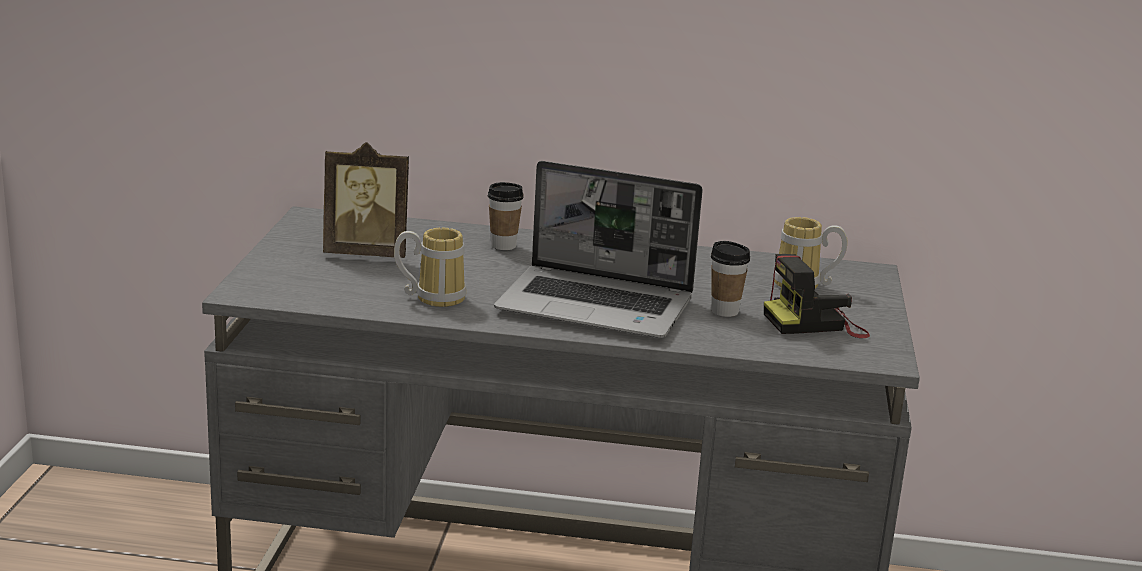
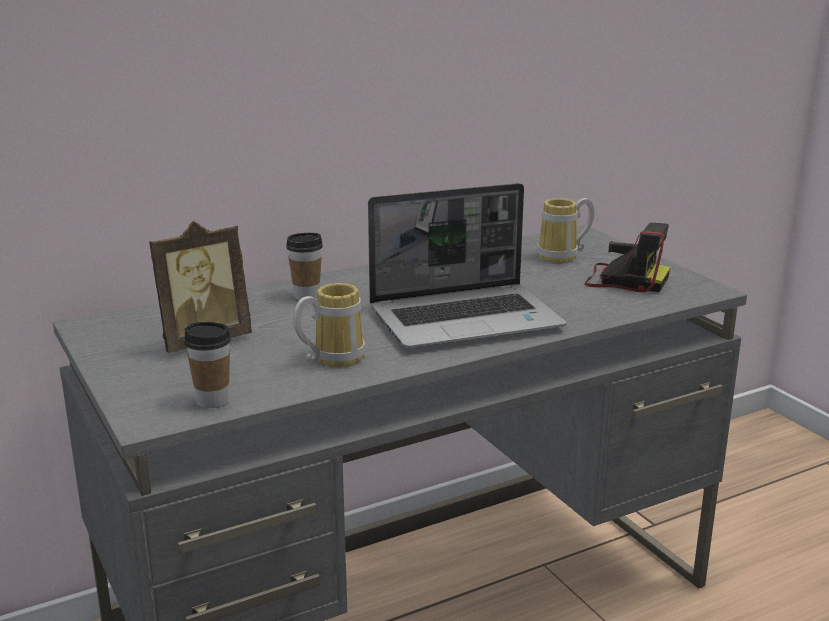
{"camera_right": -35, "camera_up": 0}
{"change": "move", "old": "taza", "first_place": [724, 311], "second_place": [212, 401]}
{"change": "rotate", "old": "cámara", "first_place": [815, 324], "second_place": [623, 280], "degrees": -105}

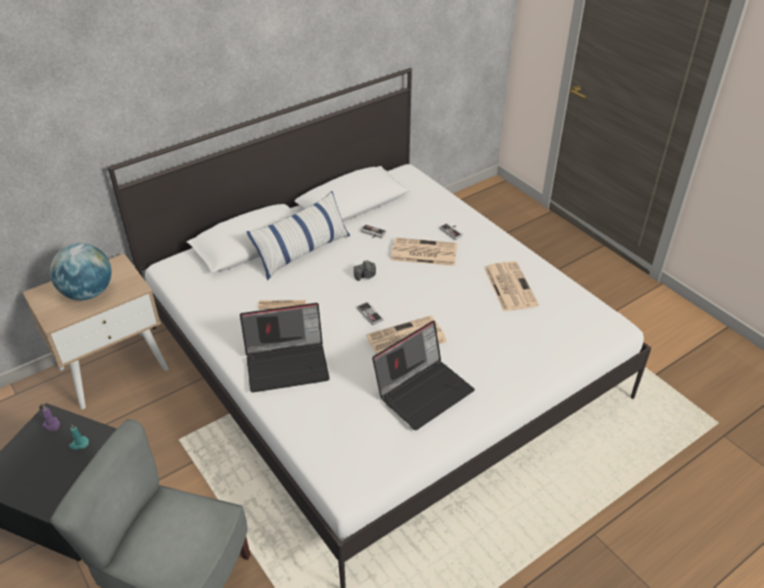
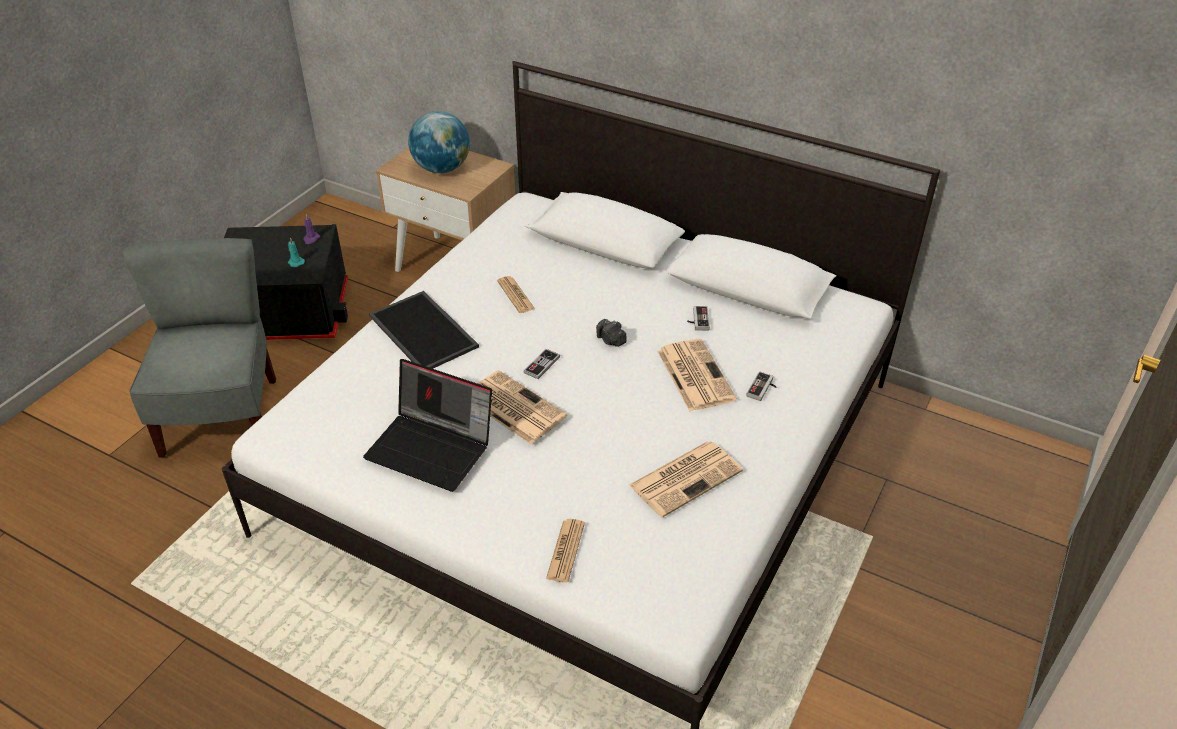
{"camera_right": 65, "camera_up": 0}
{"change": "delete", "old": "cojín", "first_place": [302, 252]}
{"change": "replace", "old": "portátil", "new": "bandeja", "first_place": [288, 363], "second_place": [425, 331]}
{"change": "insert", "new": "periódico", "second_place": [565, 551]}

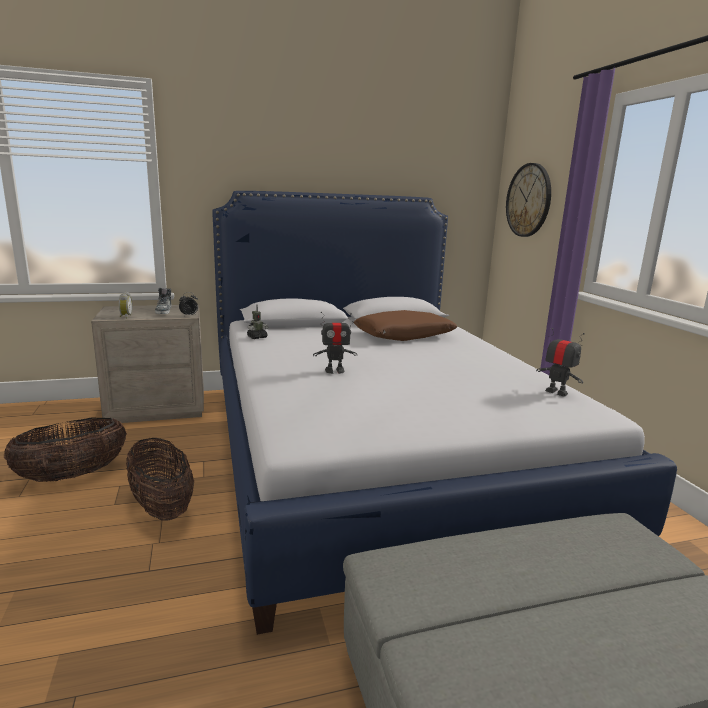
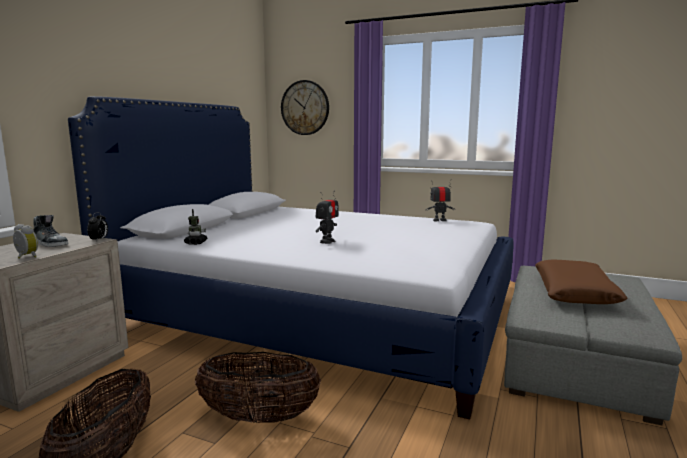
{"camera_right": -50, "camera_up": -5}
{"change": "move", "old": "cojín [marrón]", "first_place": [404, 335], "second_place": [575, 292]}

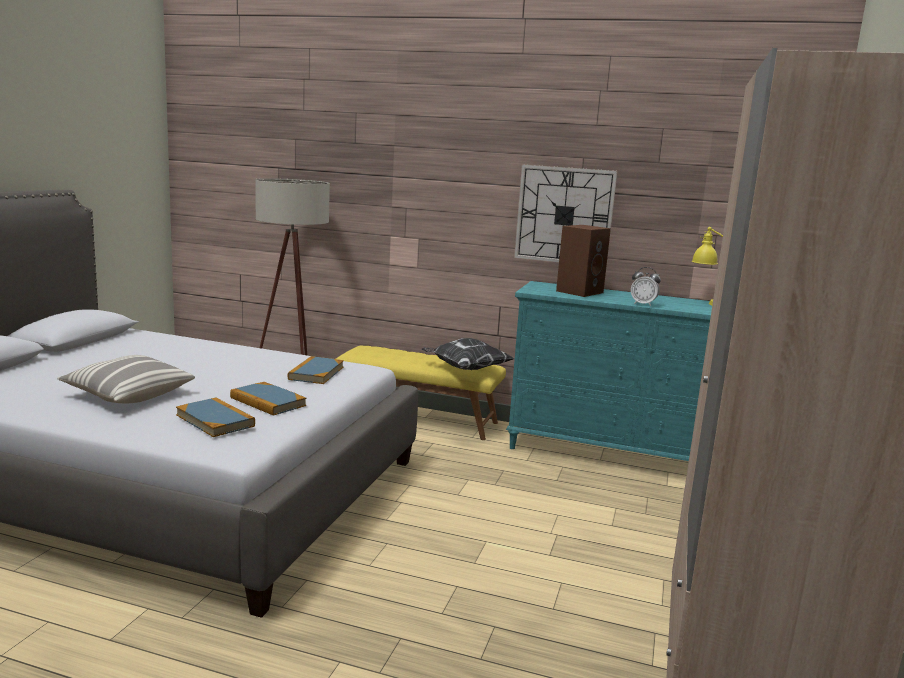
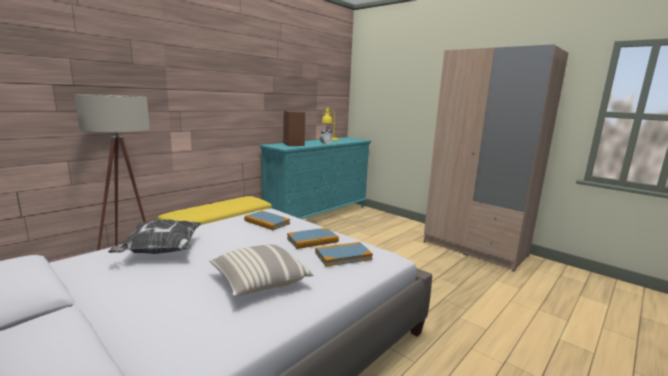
{"camera_right": -65, "camera_up": 0}
{"change": "delete", "old": "reloj de pared", "first_place": [564, 215]}
{"change": "move", "old": "cojín", "first_place": [465, 369], "second_place": [161, 251]}

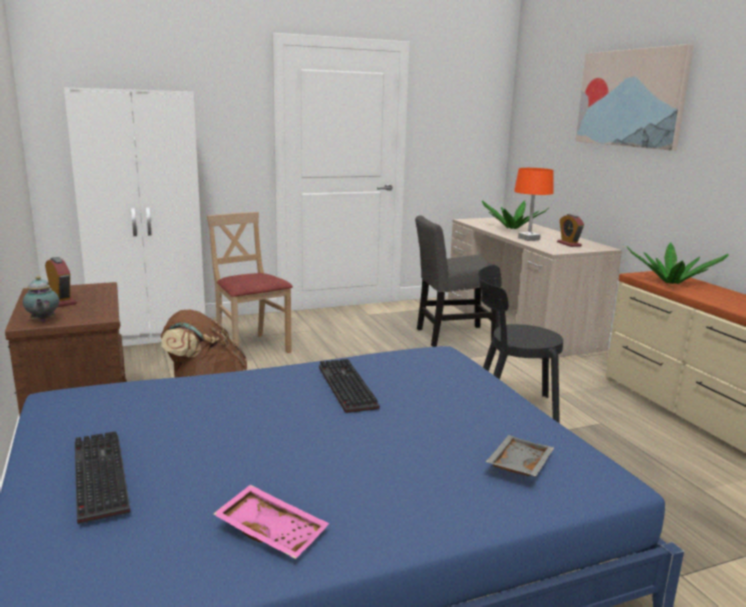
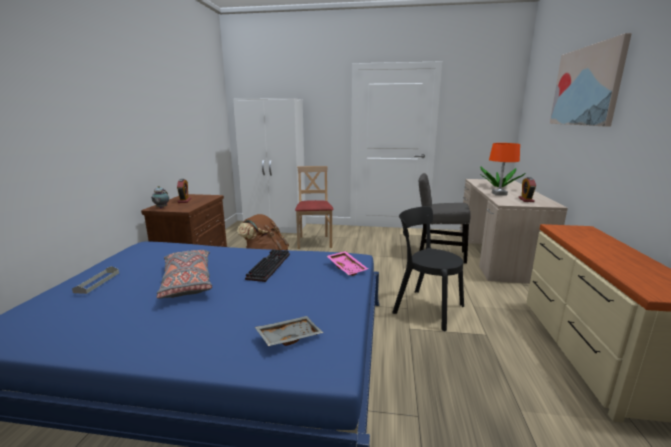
{"camera_right": 30, "camera_up": 0}
{"change": "delete", "old": "planta en maceta", "first_place": [671, 283]}
{"change": "replace", "old": "teclado", "new": "bandeja [gris]", "first_place": [97, 476], "second_place": [97, 282]}
{"change": "move", "old": "bandeja [rosa]", "first_place": [273, 531], "second_place": [347, 268]}
{"change": "insert", "new": "cojín [gris]", "second_place": [187, 282]}

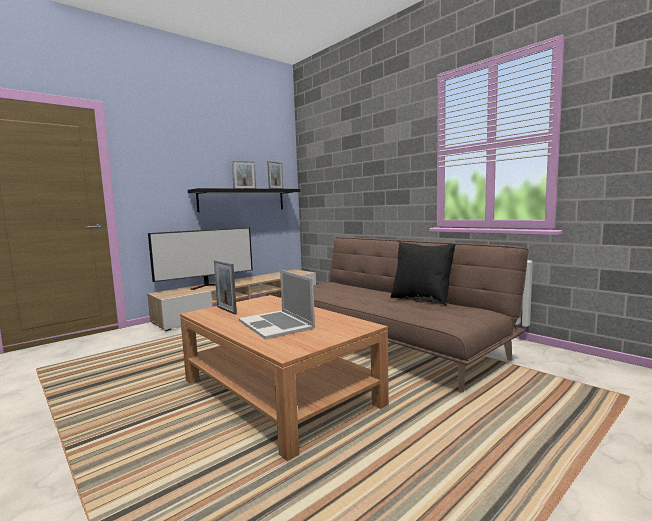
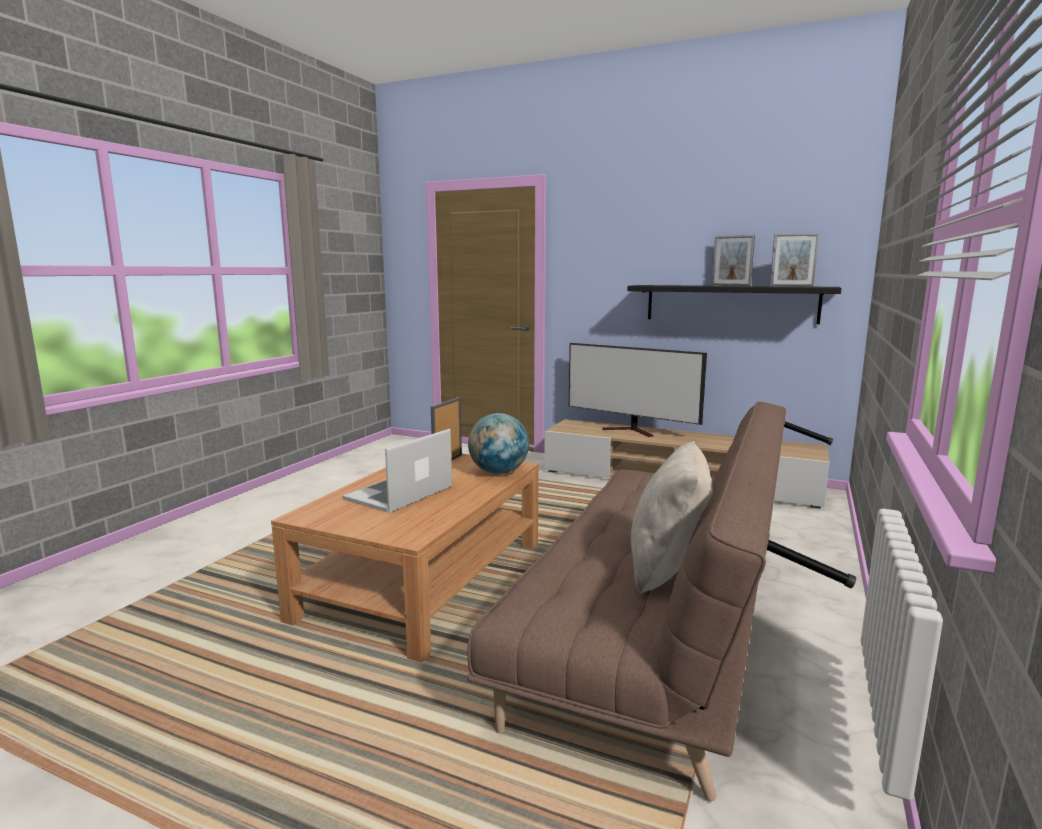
{"camera_right": 65, "camera_up": 5}
{"change": "recolor", "old": "cojín [negro]", "new": "cojín [beis]", "first_place": [422, 299], "second_place": [668, 568]}
{"change": "insert", "new": "globo terráqueo", "second_place": [498, 472]}

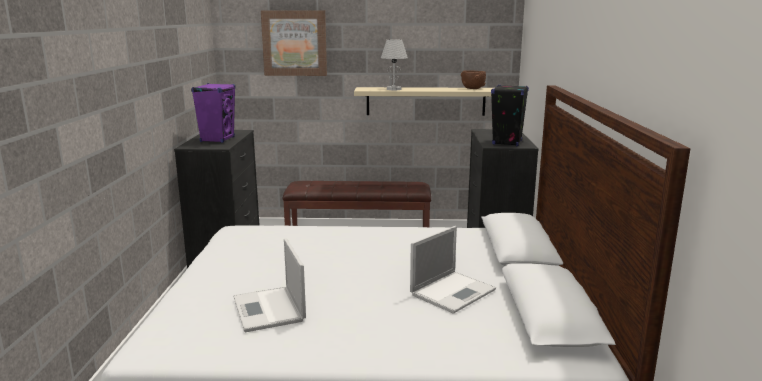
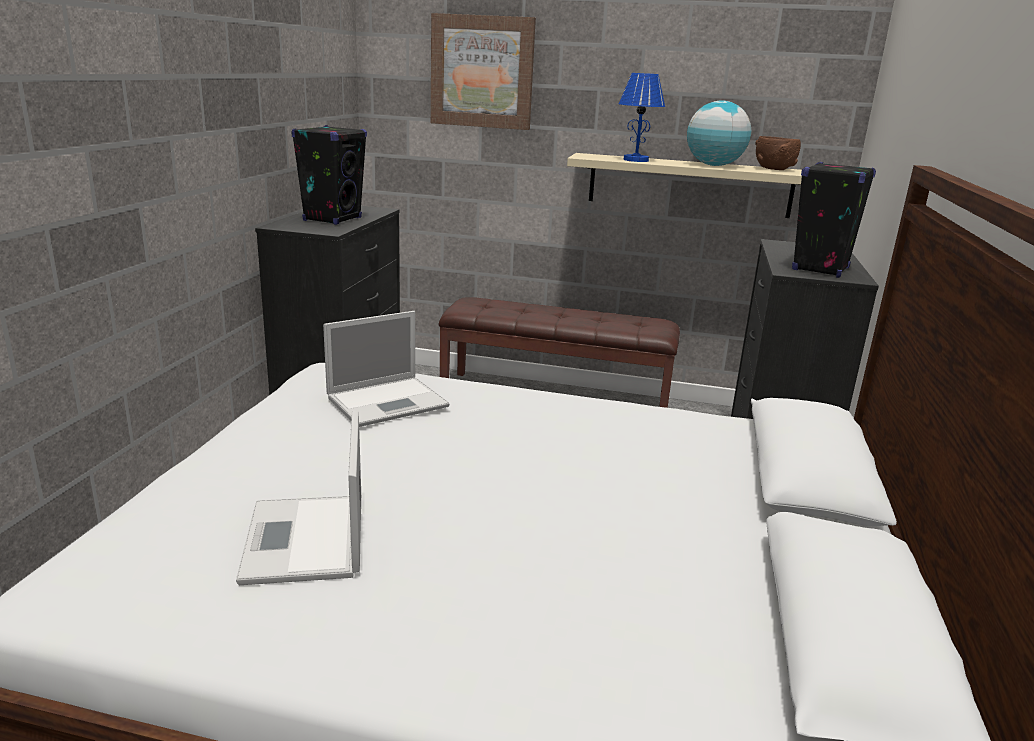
{"camera_right": 10, "camera_up": 5}
{"change": "recolor", "old": "lámpara de mesa [blanco]", "new": "lámpara de mesa [azul]", "first_place": [394, 89], "second_place": [636, 160]}
{"change": "recolor", "old": "altavoz [morado]", "new": "altavoz [negro]", "first_place": [217, 139], "second_place": [332, 219]}
{"change": "move", "old": "portátil", "first_place": [453, 291], "second_place": [389, 401]}
{"change": "insert", "new": "globo terráqueo", "second_place": [714, 165]}

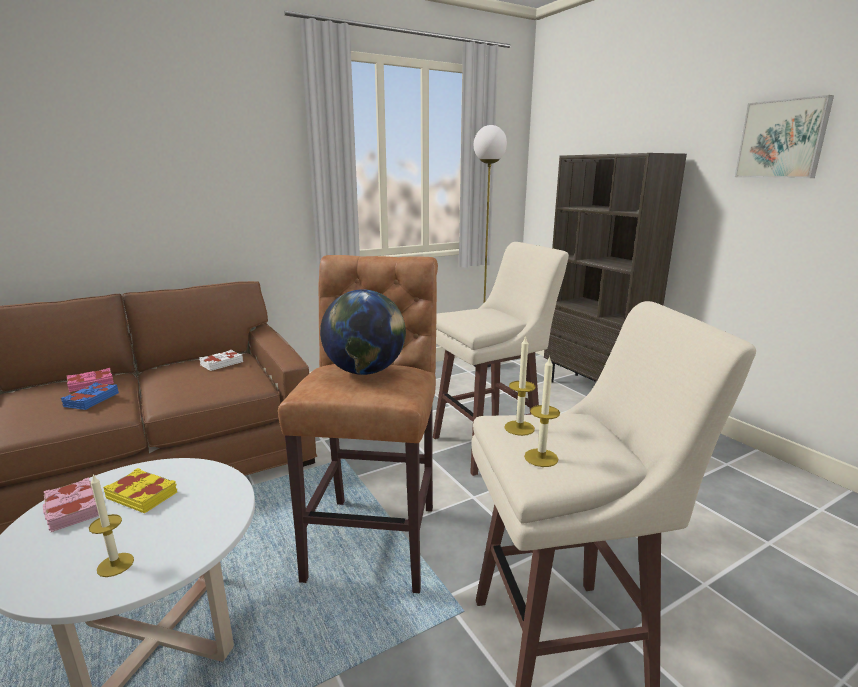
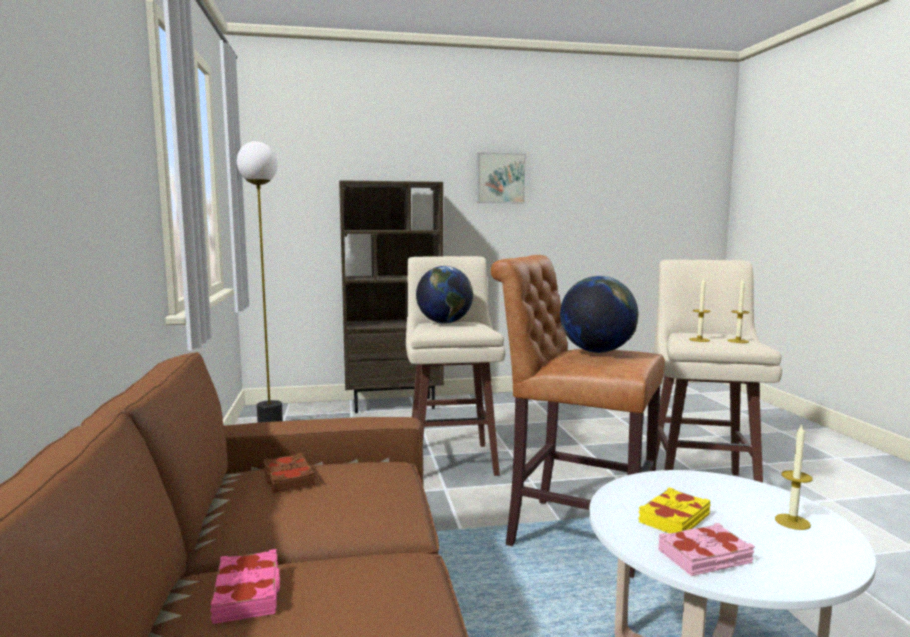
{"camera_right": -70, "camera_up": -10}
{"change": "recolor", "old": "libro [blanco]", "new": "libro [marrón]", "first_place": [221, 363], "second_place": [288, 479]}
{"change": "delete", "old": "libro [azul]", "first_place": [91, 400]}
{"change": "insert", "new": "globo terráqueo", "second_place": [444, 323]}

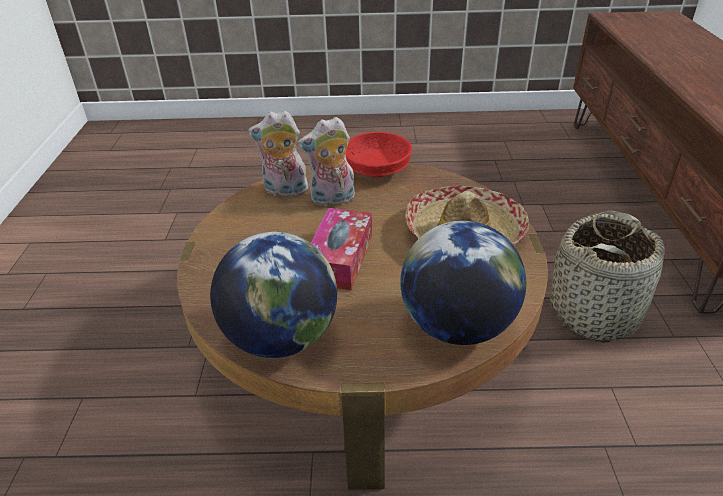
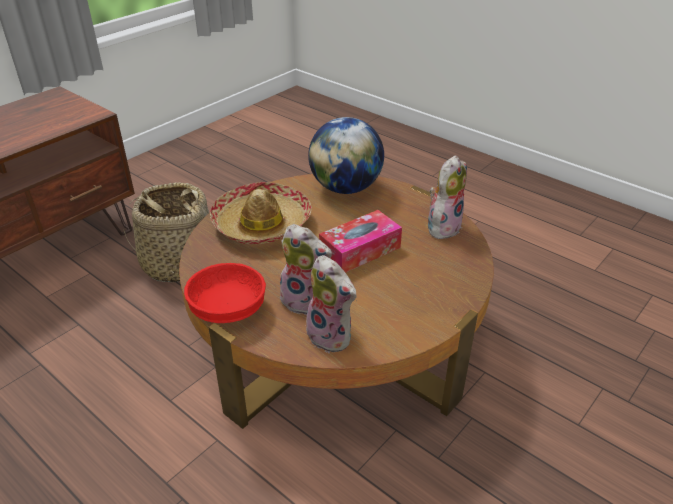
{"camera_right": -140, "camera_up": 0}
{"change": "replace", "old": "globo terráqueo", "new": "peluche", "first_place": [281, 337], "second_place": [443, 226]}

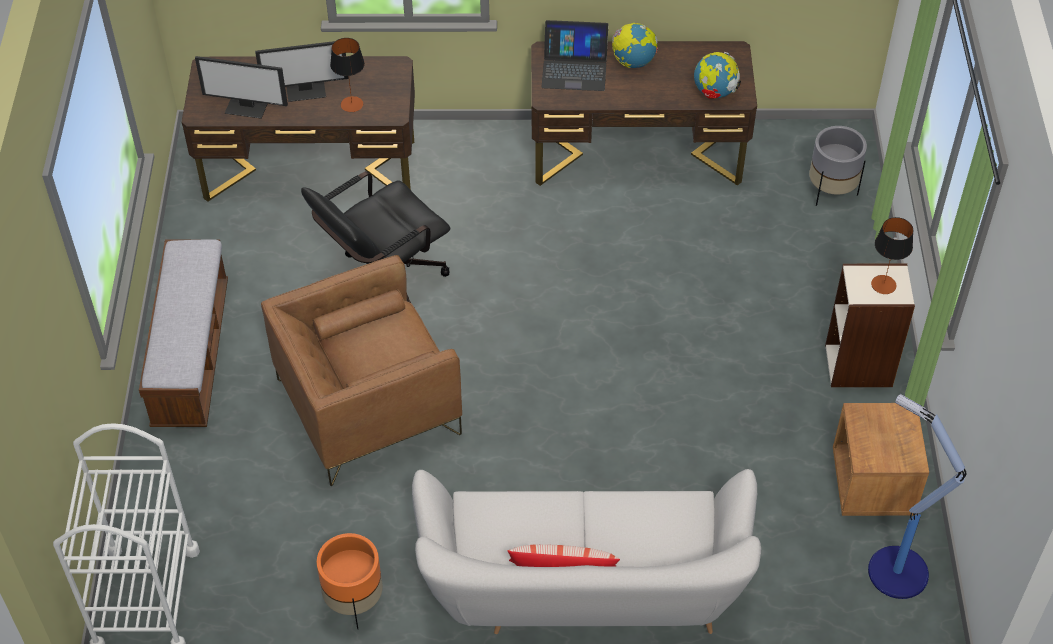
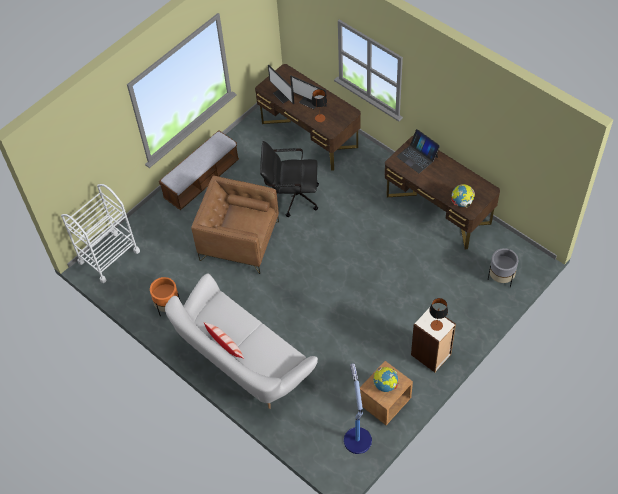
{"camera_right": 45, "camera_up": 5}
{"change": "move", "old": "globo terráqueo", "first_place": [633, 62], "second_place": [385, 385]}

